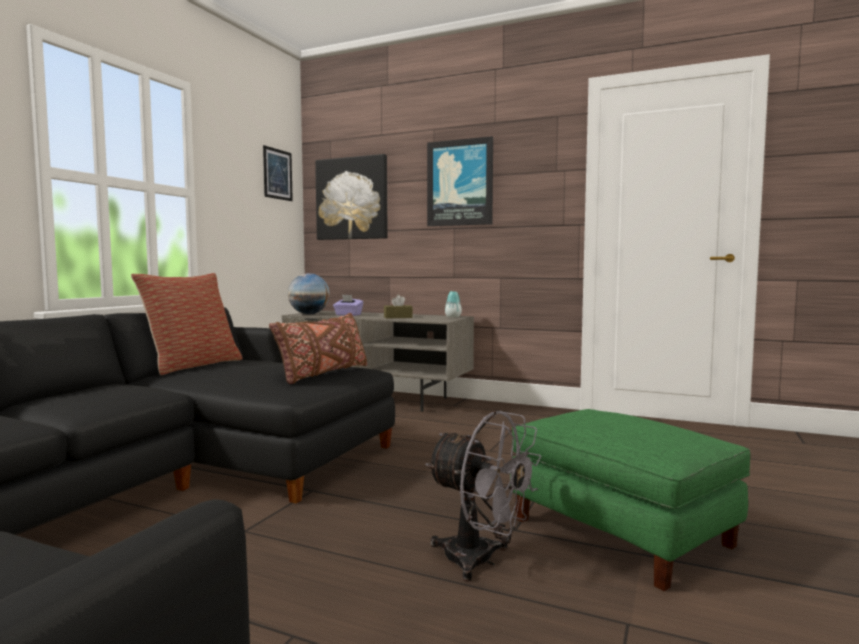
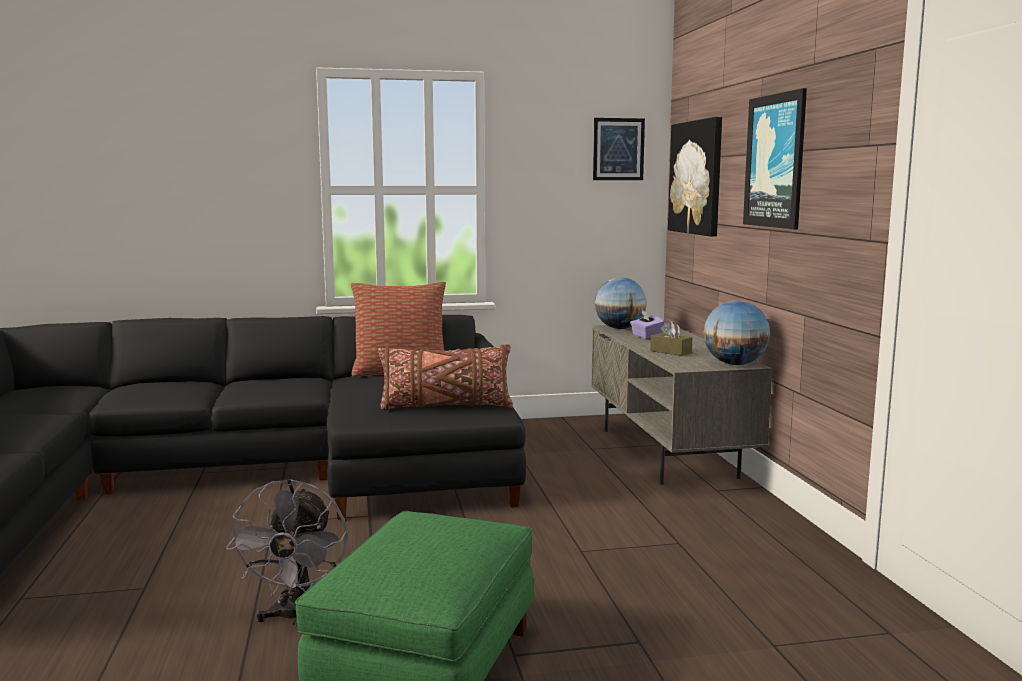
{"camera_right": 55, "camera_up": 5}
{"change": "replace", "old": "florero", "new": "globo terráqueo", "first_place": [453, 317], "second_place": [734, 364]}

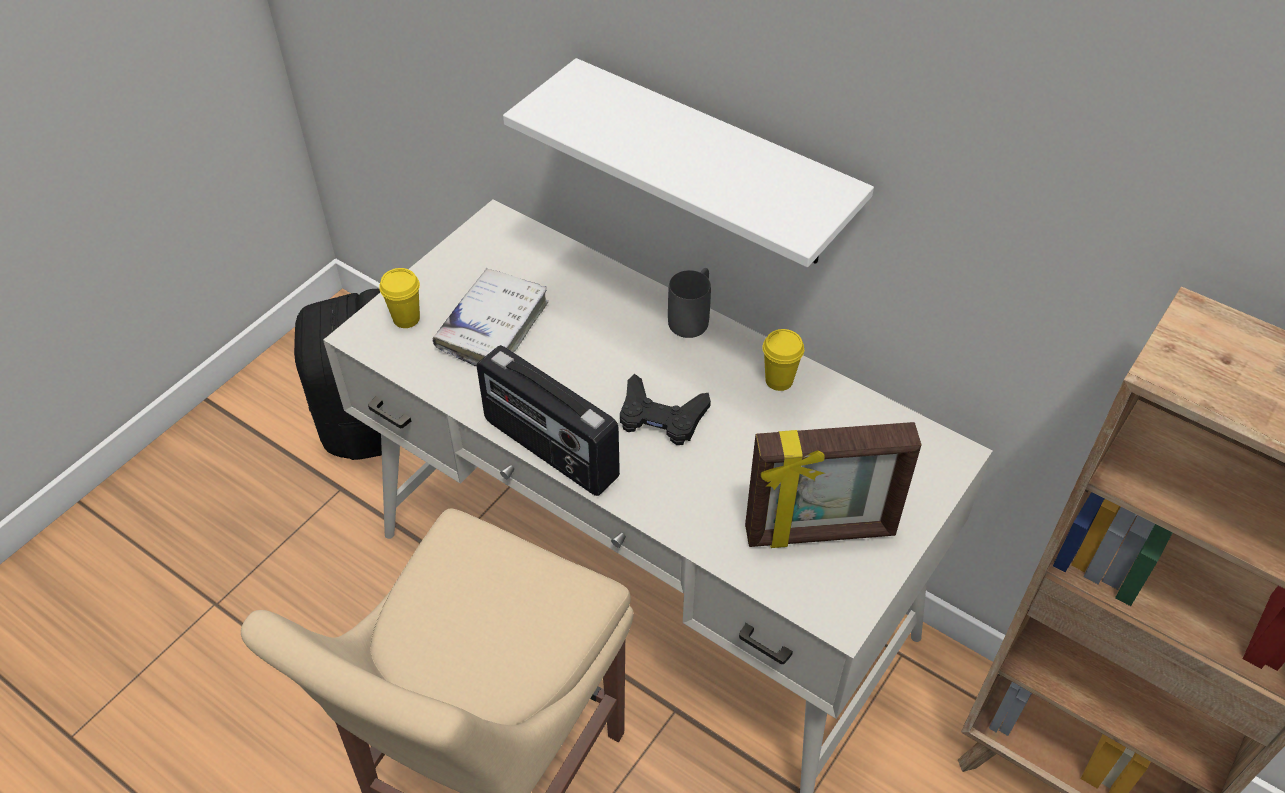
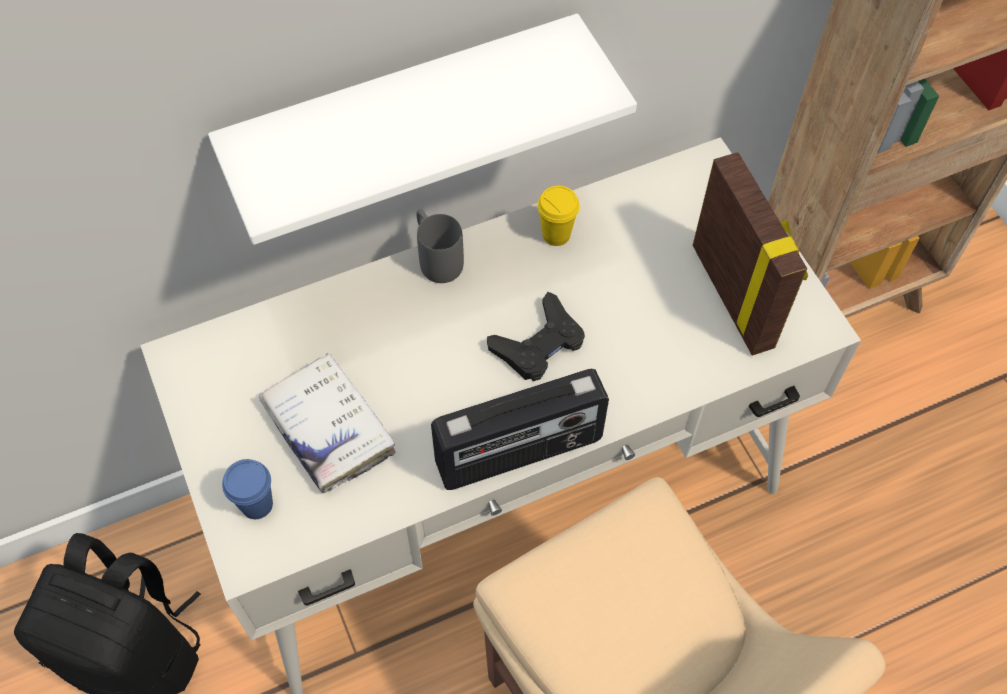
{"camera_right": -60, "camera_up": 10}
{"change": "recolor", "old": "taza [amarillo]", "new": "taza [azul]", "first_place": [406, 318], "second_place": [257, 504]}
{"change": "rotate", "old": "portarretratos", "first_place": [820, 534], "second_place": [734, 296], "degrees": -45}

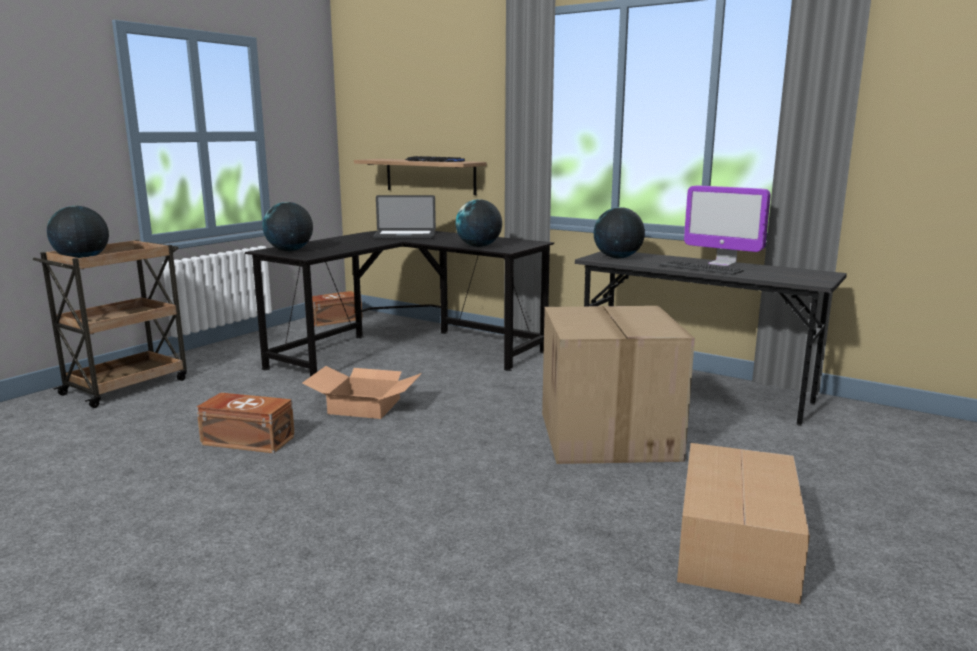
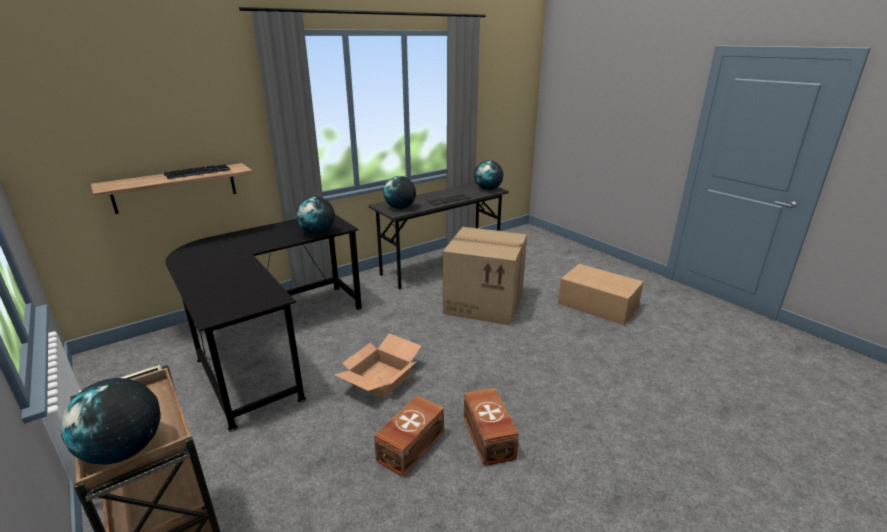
{"camera_right": -70, "camera_up": 10}
{"change": "delete", "old": "monitor", "first_place": [722, 263]}
{"change": "delete", "old": "portátil", "first_place": [404, 236]}
{"change": "move", "old": "globo terráqueo", "first_place": [290, 250], "second_place": [488, 189]}
{"change": "move", "old": "caja de almacenaje [marrón]", "first_place": [333, 320], "second_place": [488, 438]}

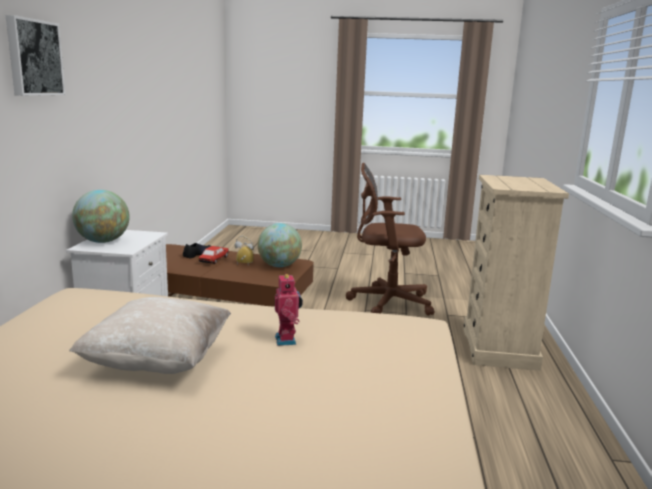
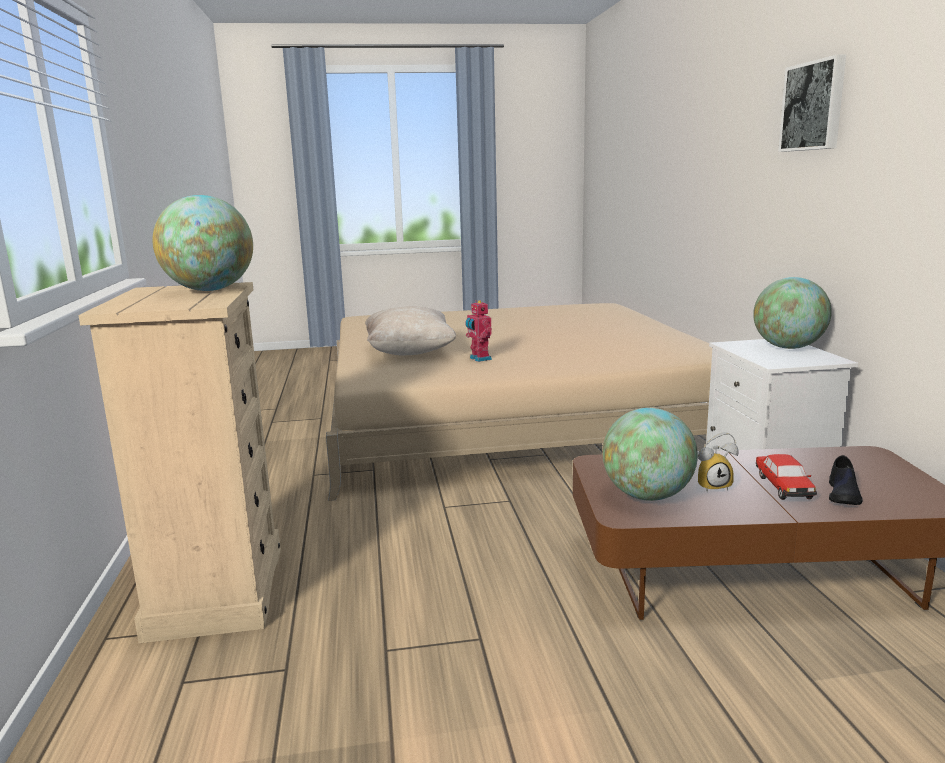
{"camera_right": 165, "camera_up": 0}
{"change": "delete", "old": "silla de oficina [marrón]", "first_place": [386, 302]}
{"change": "move", "old": "cojín [beis]", "first_place": [158, 363], "second_place": [409, 352]}
{"change": "insert", "new": "globo terráqueo", "second_place": [209, 290]}

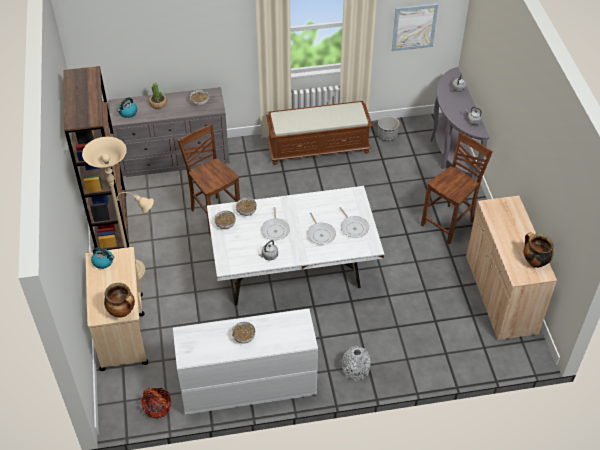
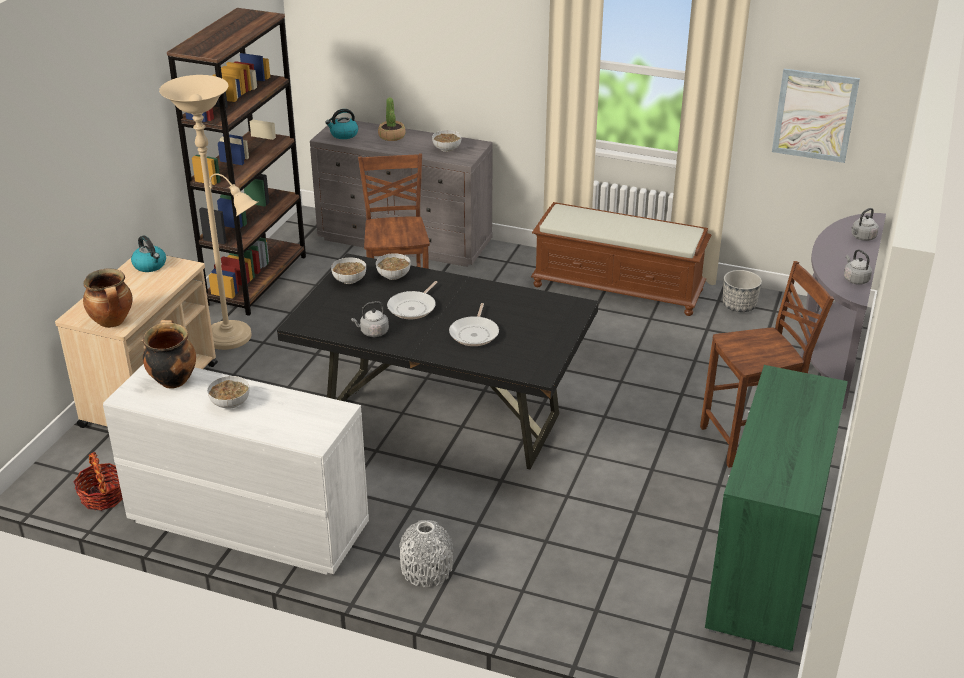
{"camera_right": 30, "camera_up": -15}
{"change": "recolor", "old": "mesa de comedor [blanco]", "new": "mesa de comedor [negro]", "first_place": [294, 275], "second_place": [444, 418]}
{"change": "recolor", "old": "armario [beis]", "new": "armario [verde]", "first_place": [500, 295], "second_place": [765, 568]}
{"change": "delete", "old": "sartén", "first_place": [353, 227]}
{"change": "move", "old": "olla", "first_place": [534, 261], "second_place": [173, 380]}

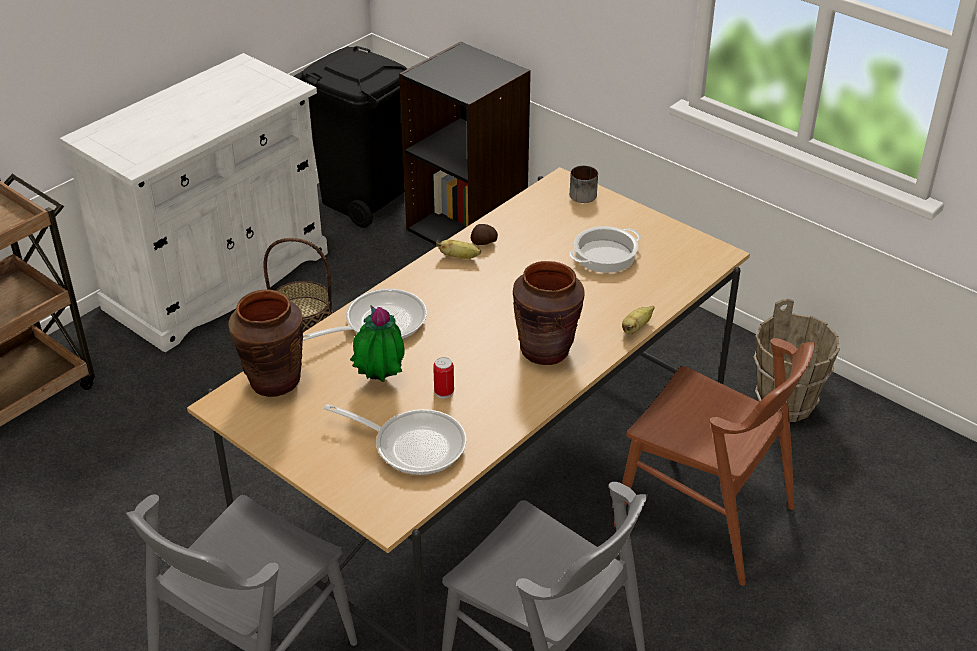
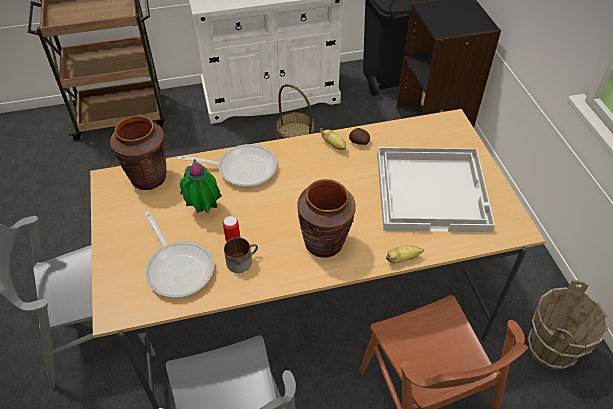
{"camera_right": 35, "camera_up": 10}
{"change": "move", "old": "taza grande", "first_place": [583, 193], "second_place": [242, 260]}
{"change": "replace", "old": "olla", "new": "bandeja [blanco]", "first_place": [605, 255], "second_place": [432, 190]}

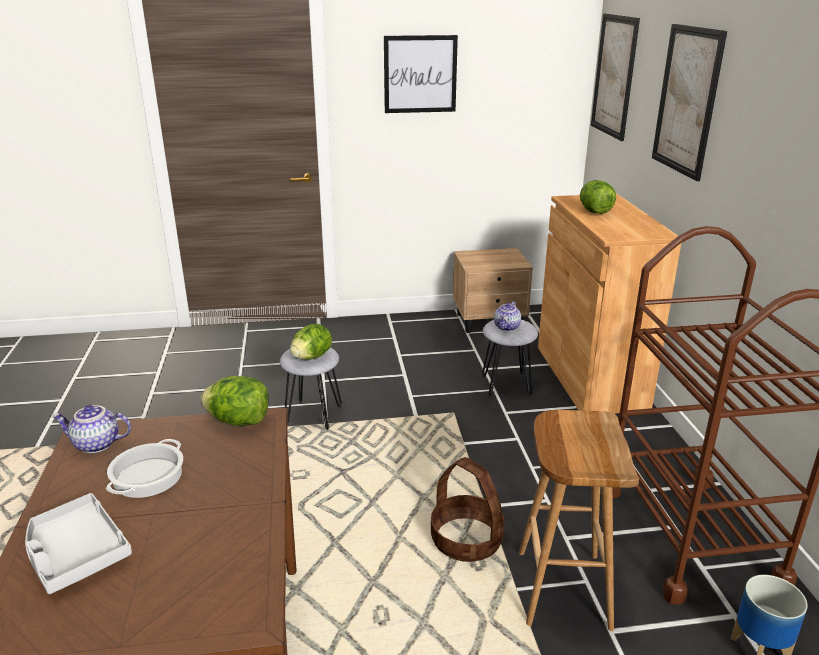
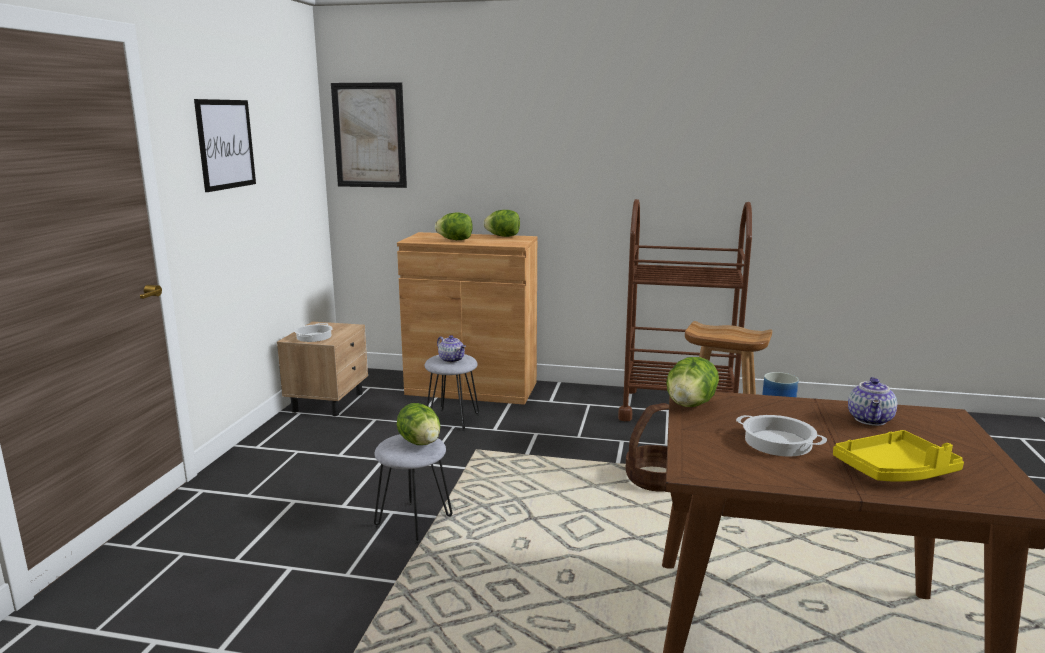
{"camera_right": -70, "camera_up": -10}
{"change": "delete", "old": "cuadro", "first_place": [687, 101]}
{"change": "move", "old": "tetera", "first_place": [96, 445], "second_place": [871, 420]}
{"change": "recolor", "old": "bandeja [gris]", "new": "bandeja [amarillo]", "first_place": [76, 553], "second_place": [895, 471]}
{"change": "insert", "new": "lechuga", "second_place": [503, 236]}
{"change": "insert", "new": "olla", "second_place": [314, 337]}

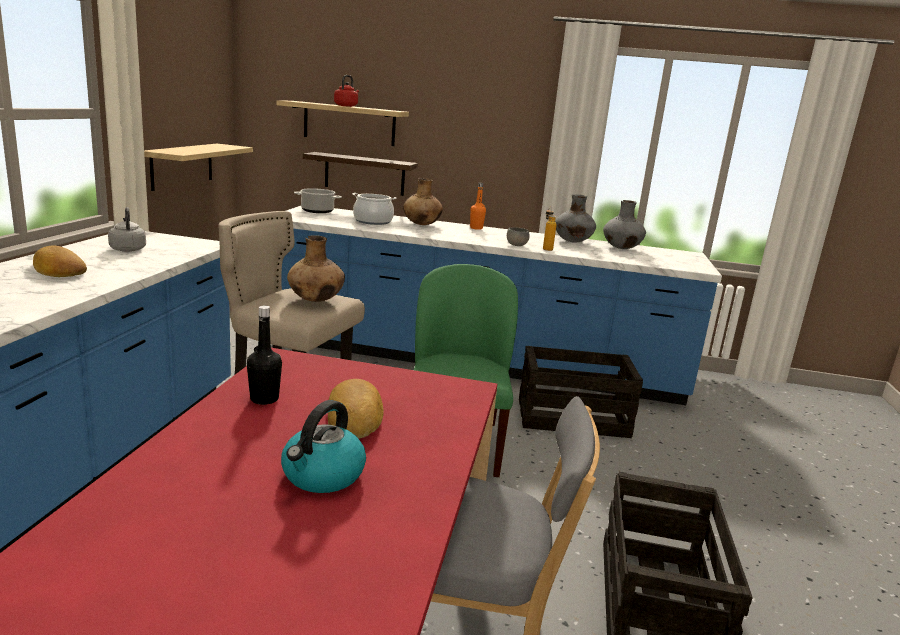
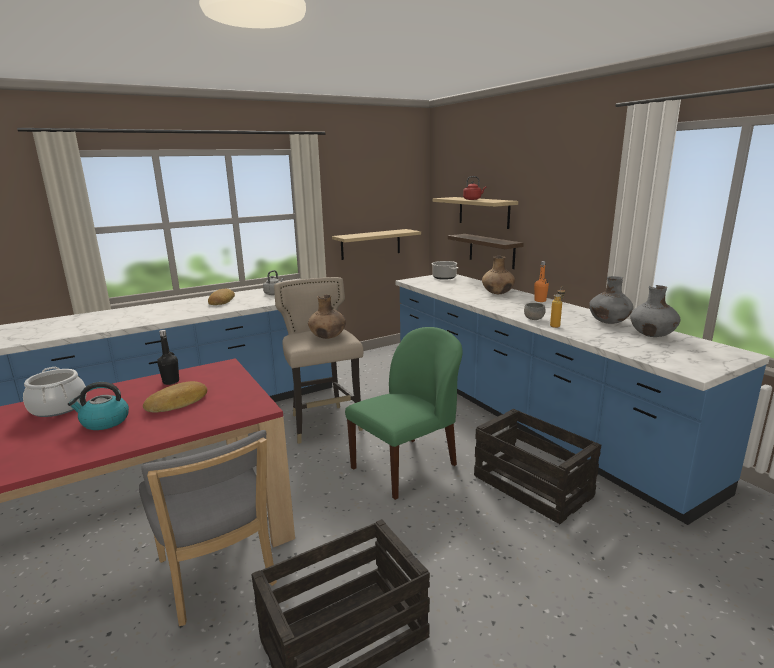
{"camera_right": 50, "camera_up": 0}
{"change": "move", "old": "olla", "first_place": [373, 221], "second_place": [58, 407]}

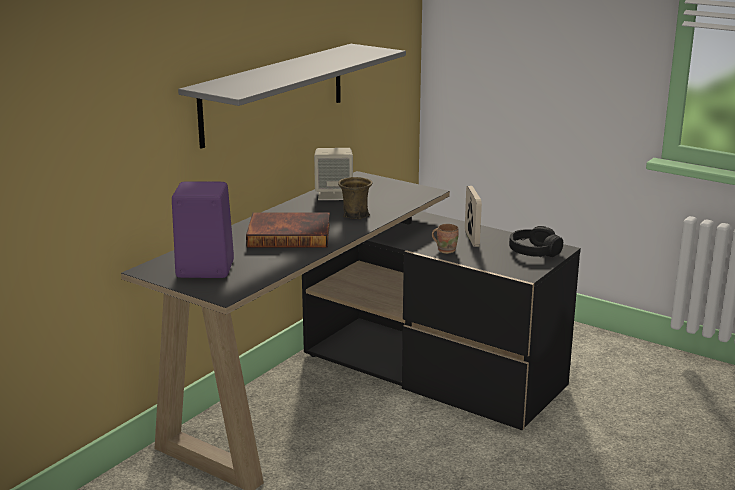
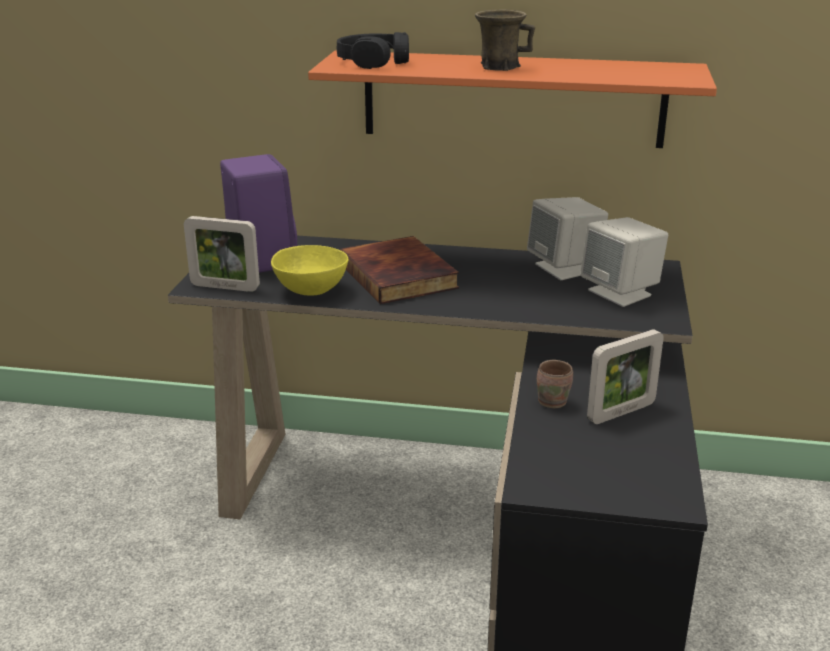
{"camera_right": 65, "camera_up": 5}
{"change": "recolor", "old": "estante [gris]", "new": "estante [naranja]", "first_place": [274, 93], "second_place": [513, 99]}
{"change": "move", "old": "taza grande [marrón]", "first_place": [355, 215], "second_place": [499, 67]}
{"change": "move", "old": "auriculares [negro]", "first_place": [534, 251], "second_place": [374, 62]}
{"change": "insert", "new": "portarretratos", "second_place": [225, 287]}
{"change": "insert", "new": "altavoz [beis]", "second_place": [620, 293]}
{"change": "insert", "new": "cuenco [amarillo]", "second_place": [311, 291]}

